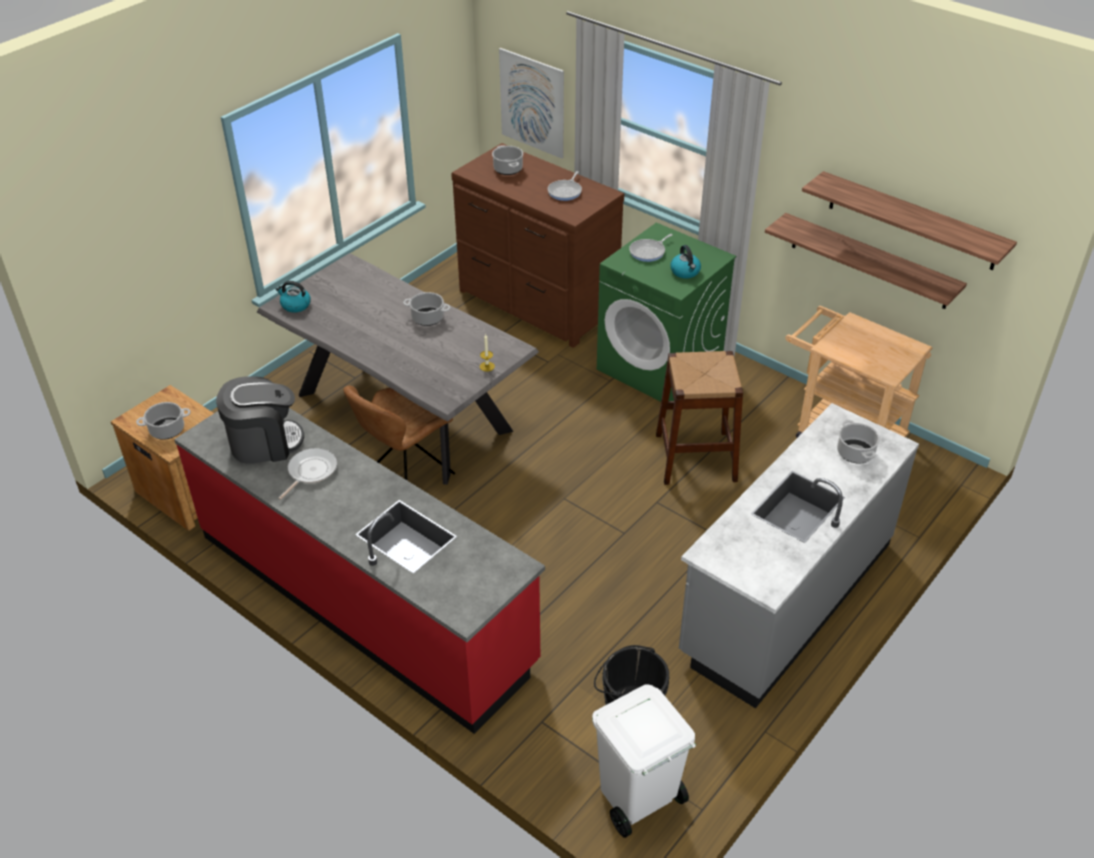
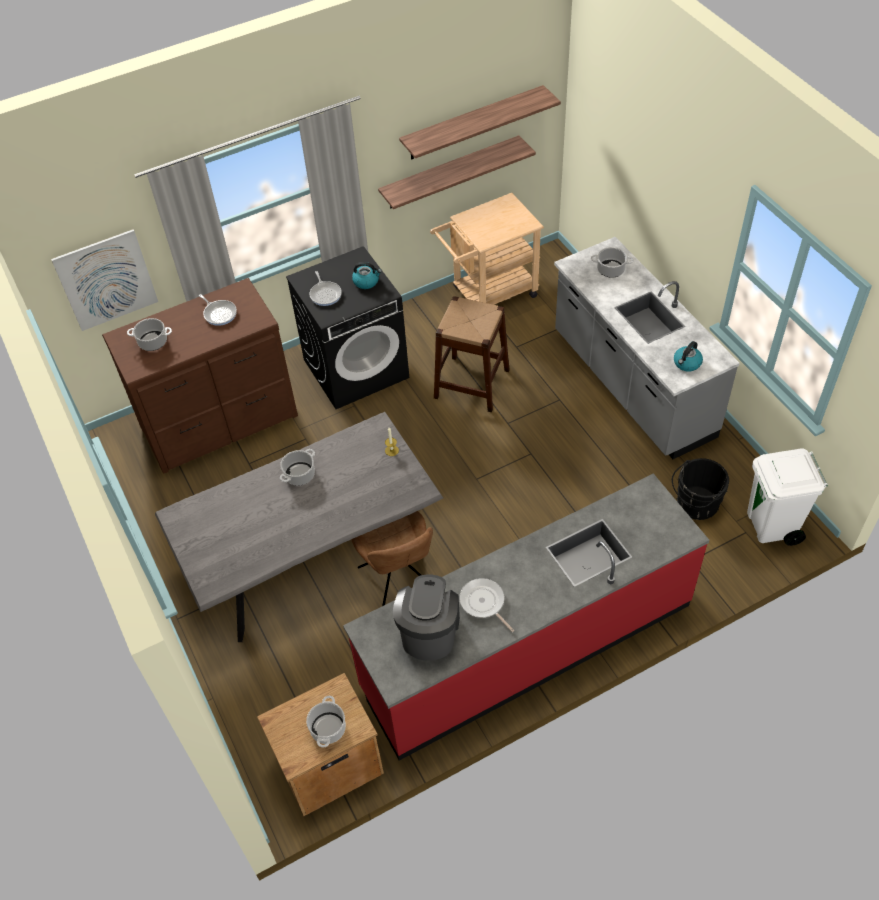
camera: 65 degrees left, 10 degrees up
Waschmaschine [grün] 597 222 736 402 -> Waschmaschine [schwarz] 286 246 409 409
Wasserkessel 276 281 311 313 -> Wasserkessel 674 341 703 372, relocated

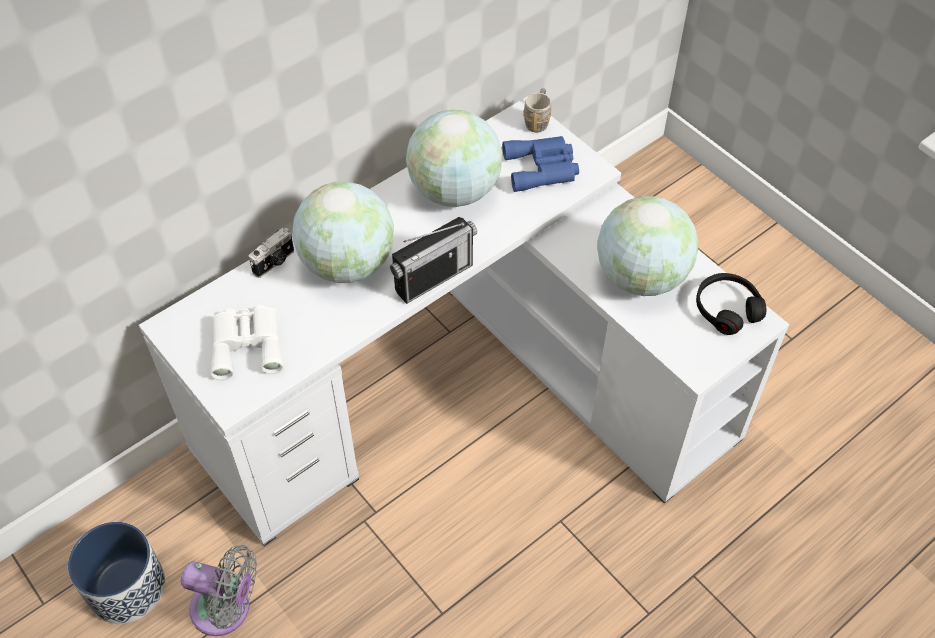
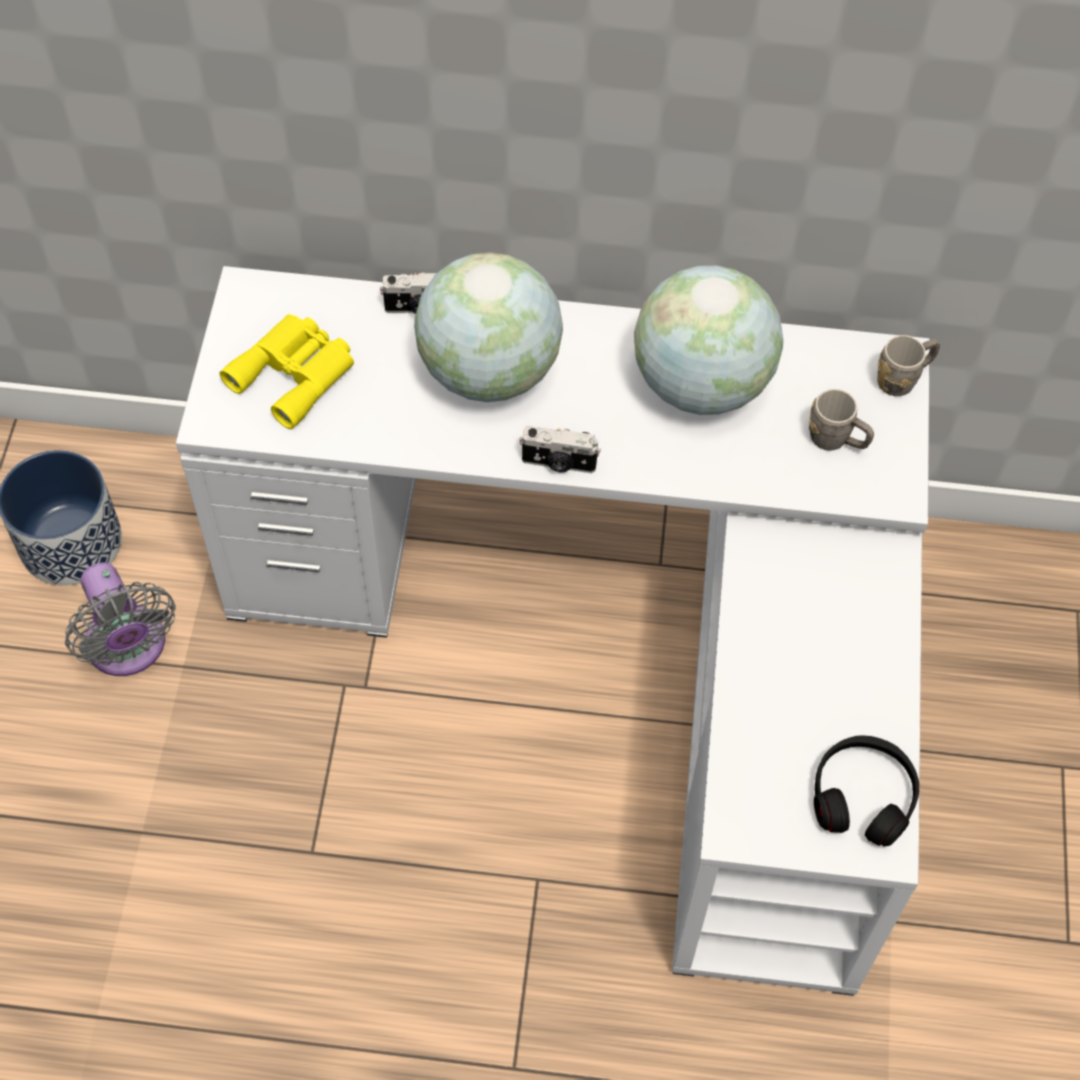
camera: 45 degrees right, 5 degrees up
Fernglas [weiß] 210 305 283 380 -> Fernglas [gelb] 220 314 354 429
Radio 390 217 477 304 -> Kamera 520 426 601 473
Fernglas [blau] 502 136 579 192 -> Henkelbecher [grau] 809 389 874 451
Globus 597 196 699 296 -> none

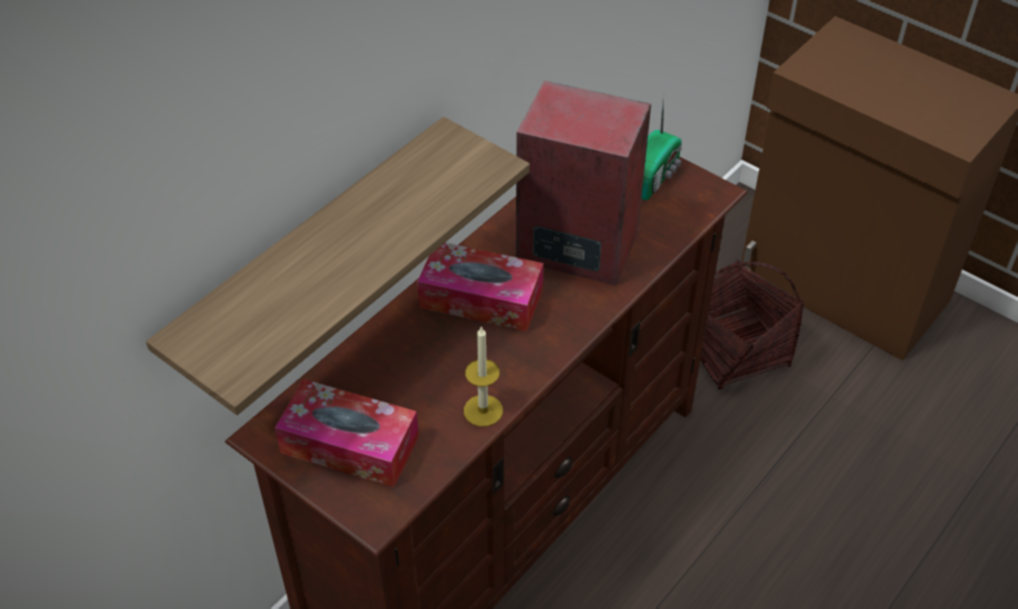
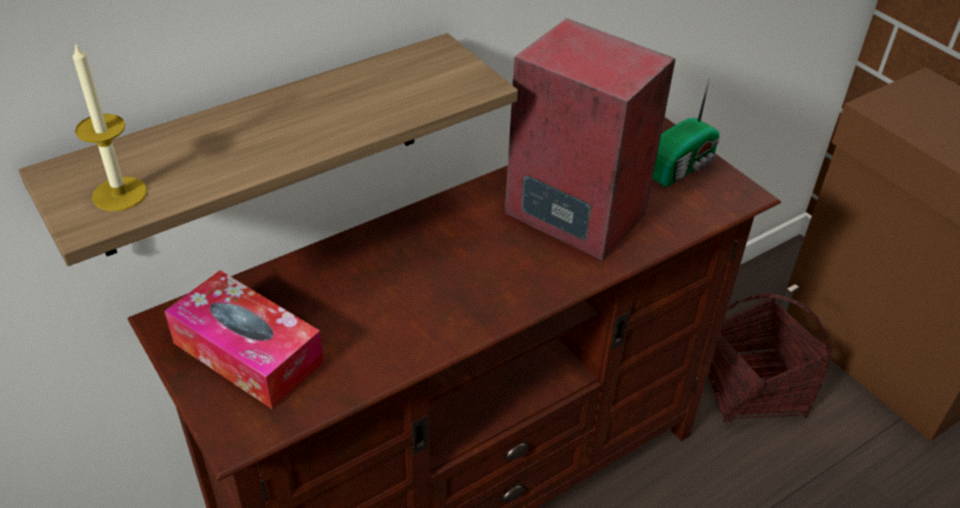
camera: 15 degrees right, 5 degrees down
Kerze 464 327 503 427 -> Kerze 73 42 147 211, relocated
Taschentuchbox 417 243 543 332 -> none

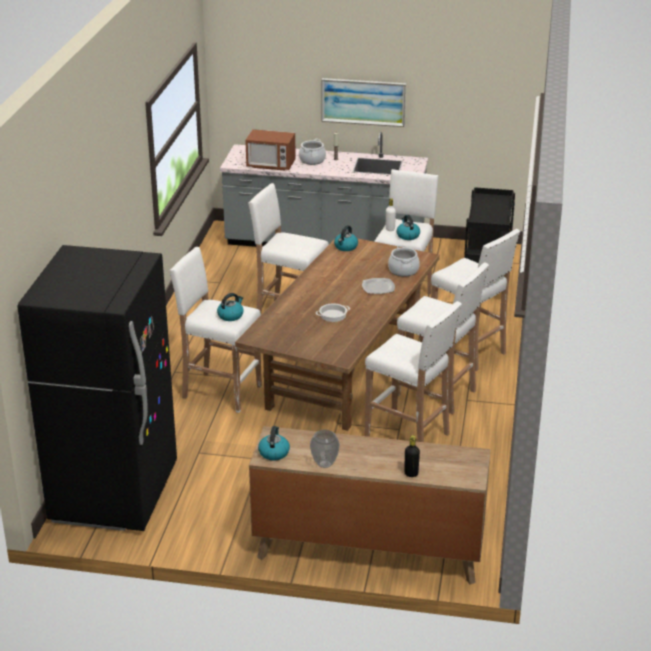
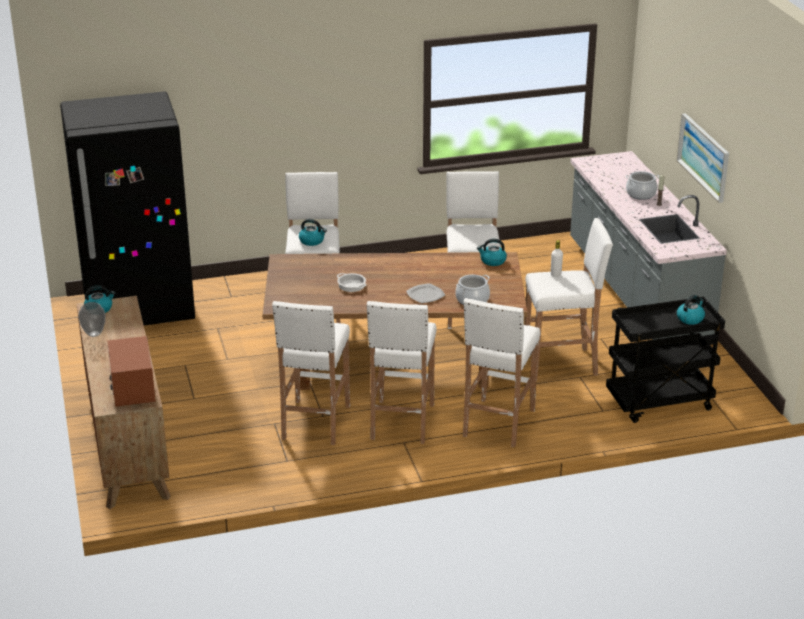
camera: 65 degrees right, 0 degrees up
Mikrowelle 246 129 296 171 -> Mikrowelle 108 336 156 407, relocated
Wasserkessel 397 215 420 240 -> Wasserkessel 677 295 705 325, relocated
Flasche [schwarz] 404 435 420 477 -> none

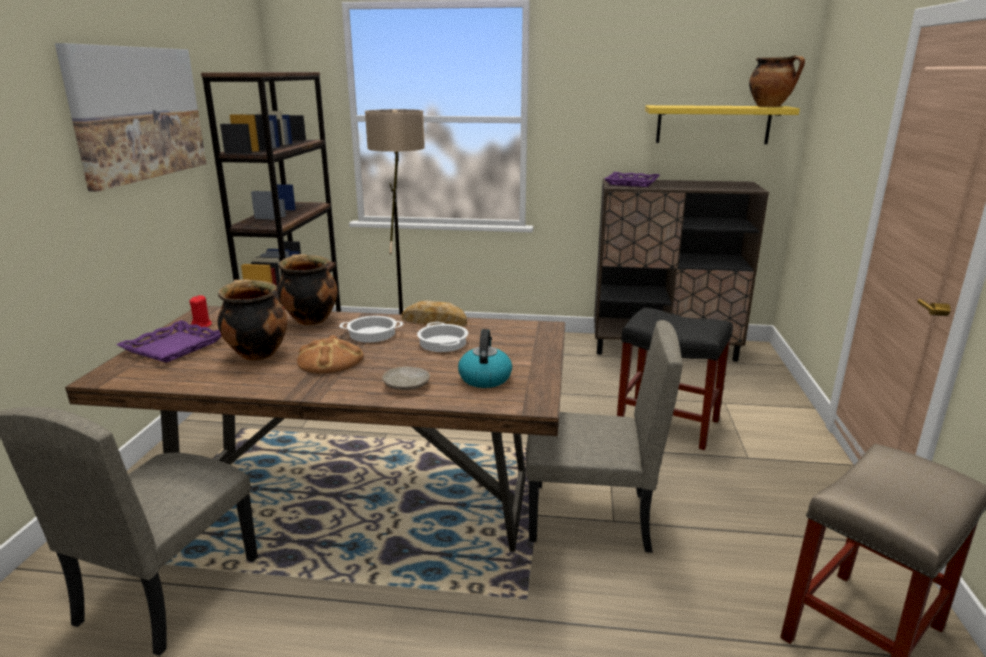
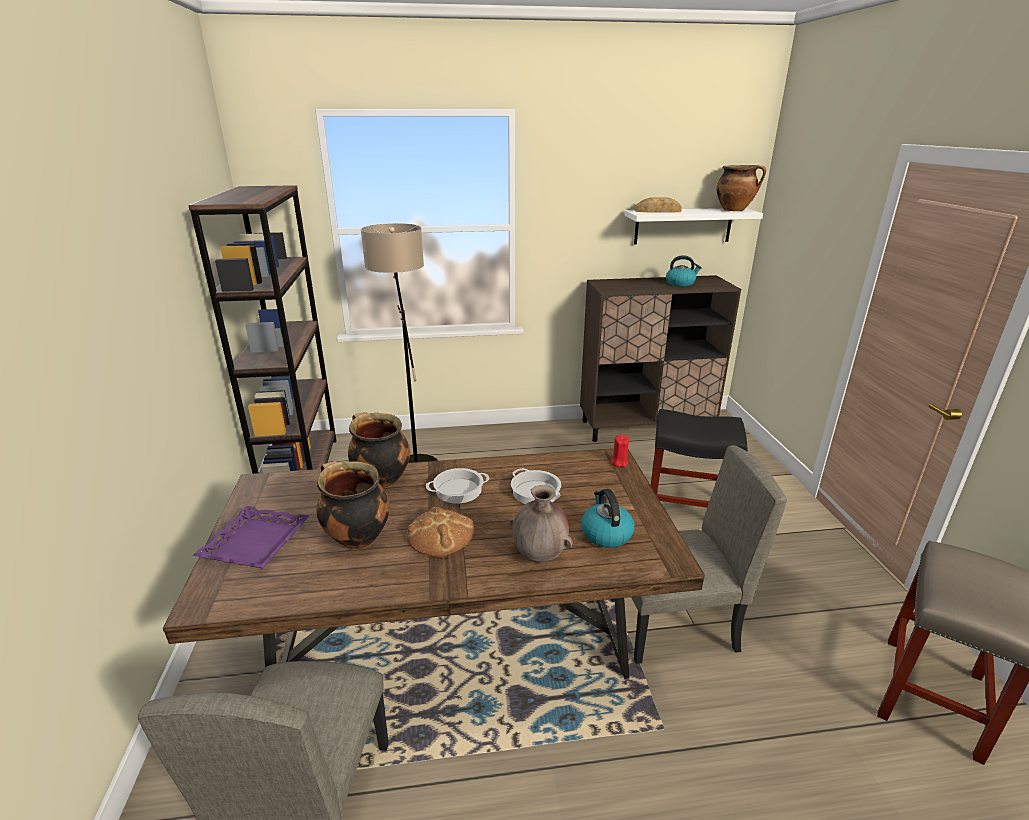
camera: 15 degrees left, 5 degrees up
Teller [beige] 382 366 430 390 -> Vase [braun] 510 485 573 563
Kerze [rot] 189 295 212 327 -> Kerze [rot] 611 435 629 467, relocated
Wandregal [gelb] 645 105 800 144 -> Wandregal [weiß] 624 208 763 245
Brot 402 300 467 326 -> Brot 635 197 682 212, relocated
none -> Wasserkessel 666 255 702 286
Bild 55 43 206 192 -> none
Tablett [lila] 604 172 660 187 -> none

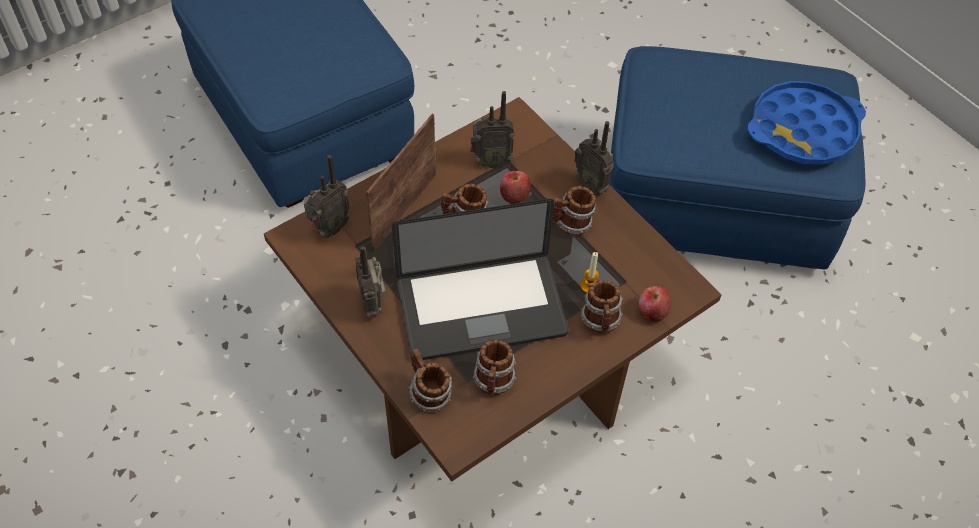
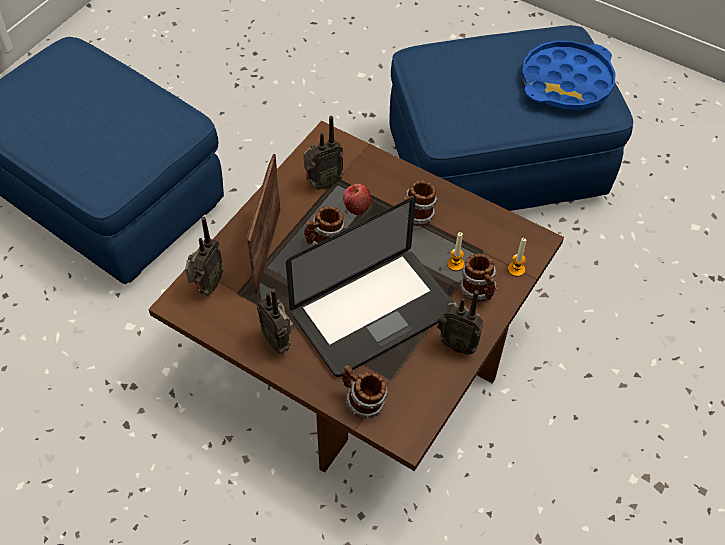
camera: 20 degrees left, 0 degrees up
Radio 574 121 614 196 -> Radio 437 290 483 354, relocated
Apfel 638 286 671 322 -> Kerze 508 238 526 277
Henkelbecher 473 340 516 395 -> none

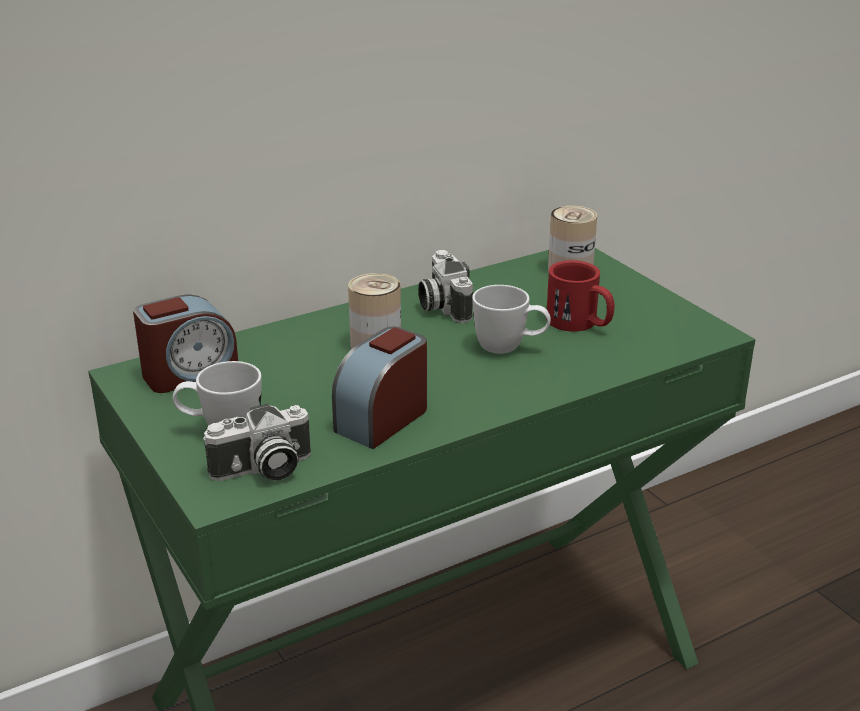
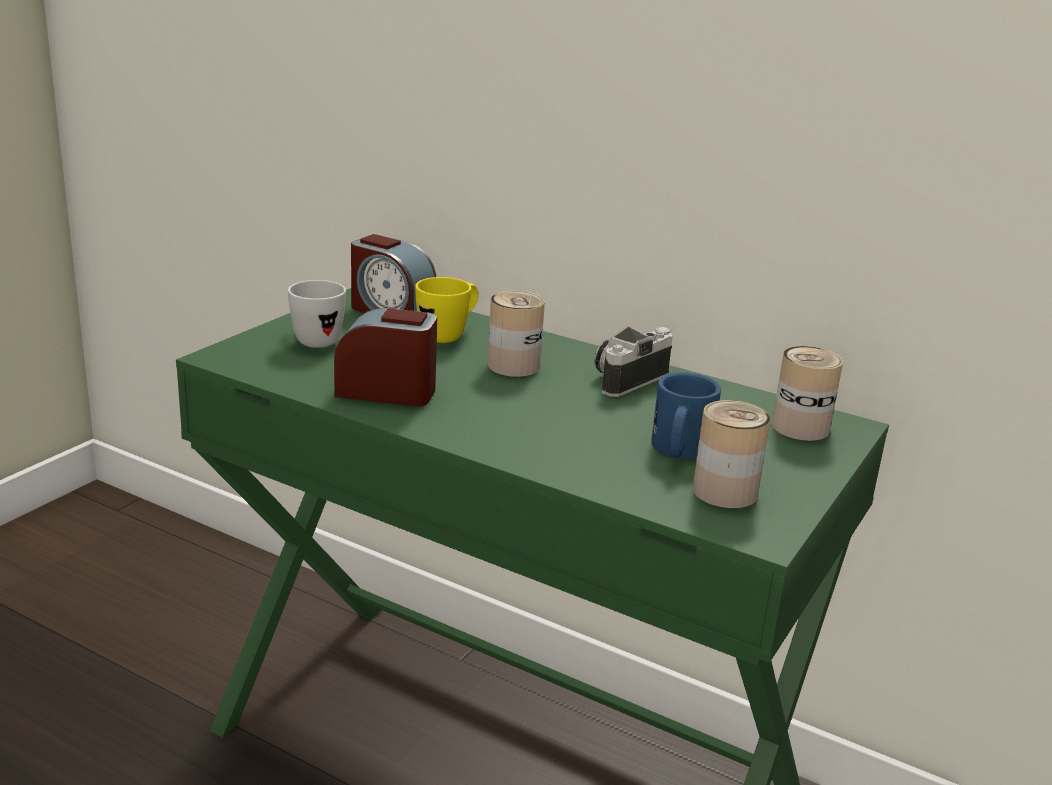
camera: 60 degrees right, 5 degrees down
none -> Henkelbecher [gelb] 415 277 479 343
Henkelbecher [rot] 546 260 614 332 -> Henkelbecher [blau] 651 372 721 459
none -> Dose 693 400 771 508
Kamera 203 403 311 481 -> none
Henkelbecher [weiß] 472 285 551 354 -> none

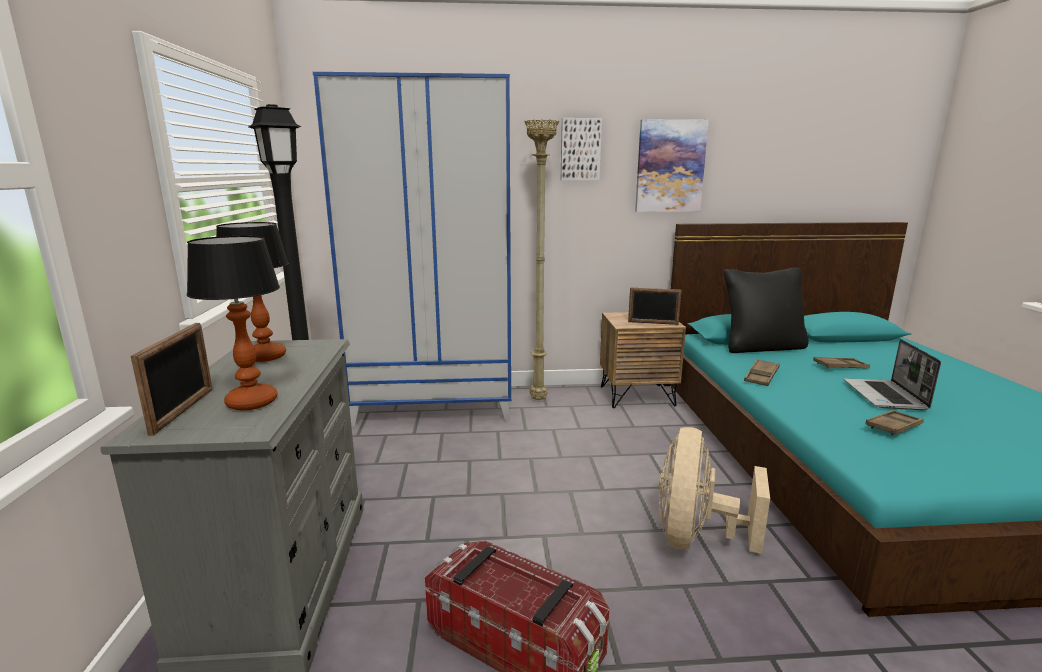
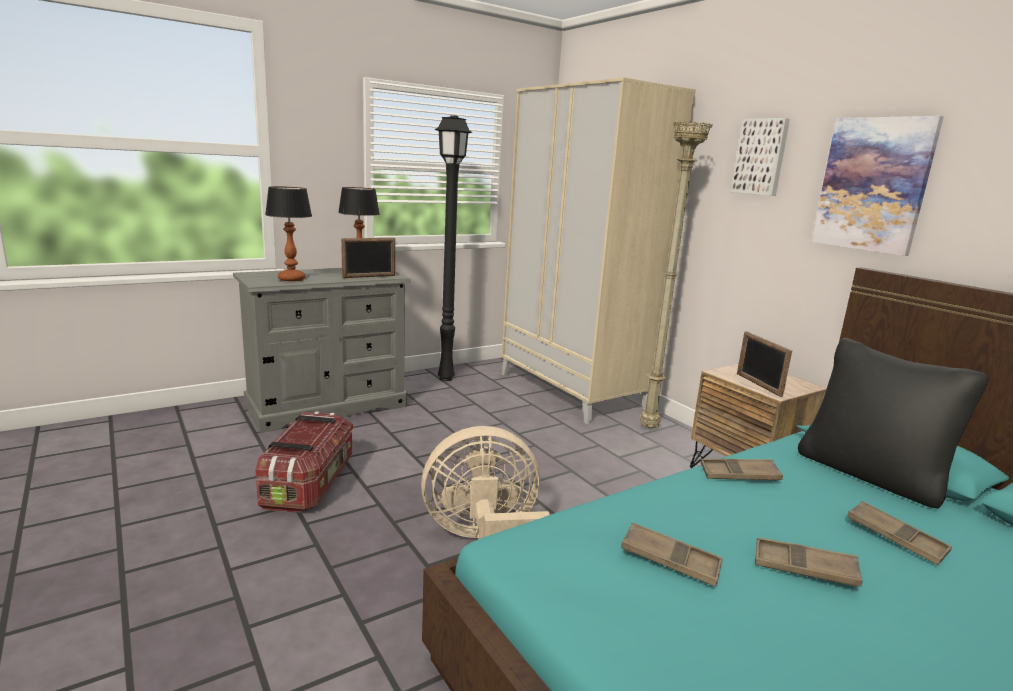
camera: 60 degrees right, 0 degrees up
Bilderrahmen 131 323 212 436 -> Bilderrahmen 341 238 395 278, relocated
Kleiderschrank [blau] 313 72 511 426 -> Kleiderschrank [beige] 501 77 696 424
Laptop 844 339 941 410 -> Tablett [braun] 755 537 862 587

